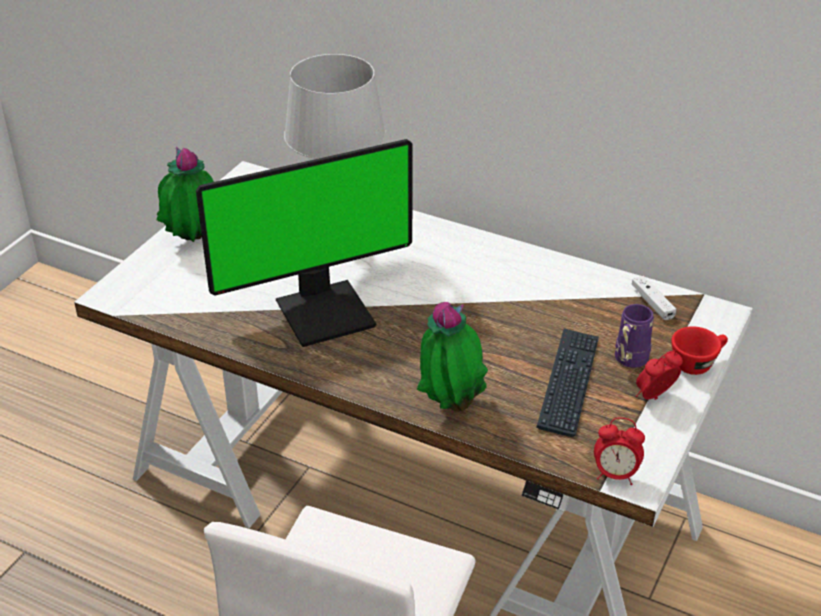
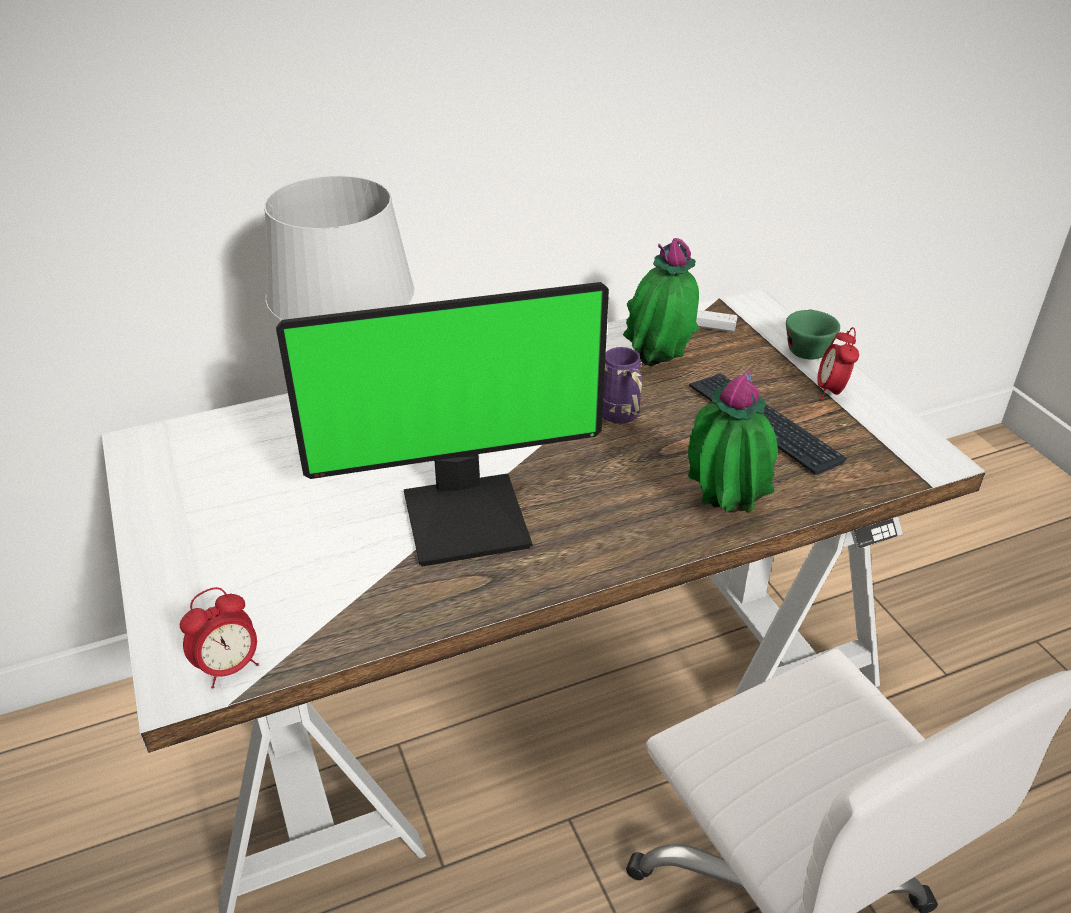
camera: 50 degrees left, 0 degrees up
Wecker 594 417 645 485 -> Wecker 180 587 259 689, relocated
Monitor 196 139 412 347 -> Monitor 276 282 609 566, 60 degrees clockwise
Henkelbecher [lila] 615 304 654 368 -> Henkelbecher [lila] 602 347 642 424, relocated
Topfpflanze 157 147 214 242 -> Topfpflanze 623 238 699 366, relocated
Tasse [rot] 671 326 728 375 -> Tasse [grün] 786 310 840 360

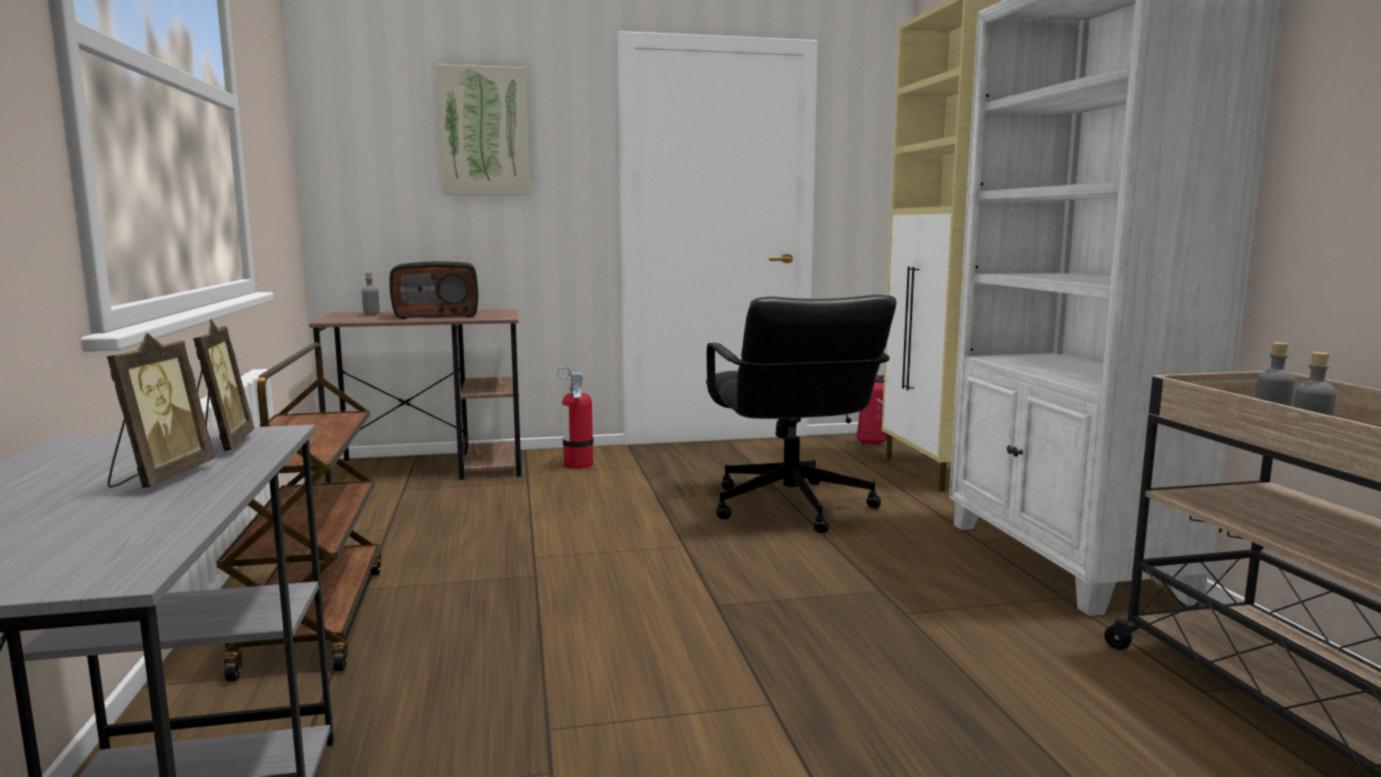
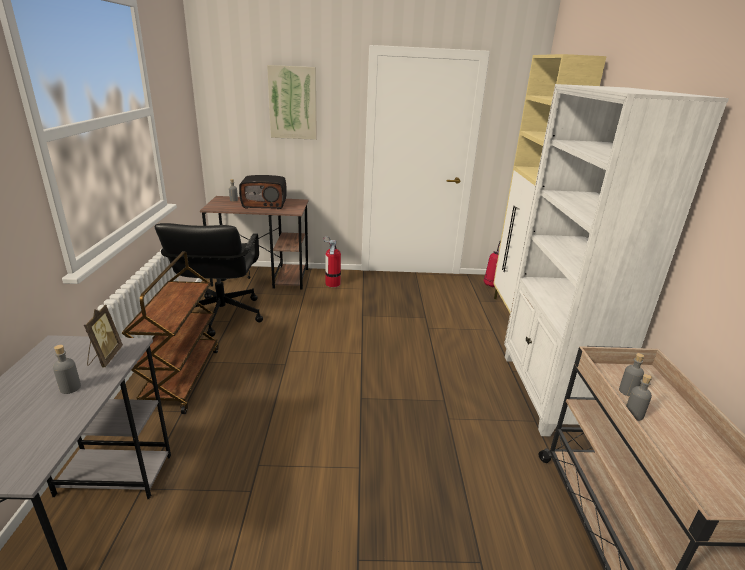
camera: 10 degrees right, 15 degrees up
Bilderrahmen 107 333 214 488 -> Flasche [grau] 53 345 81 394
Bürostuhl [schwarz] 706 295 896 533 -> Bürostuhl [schwarz] 155 223 263 337, relocated

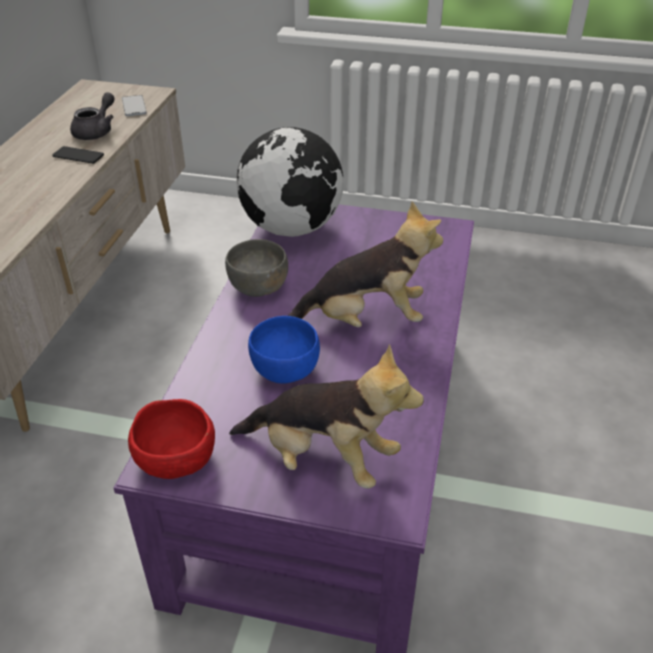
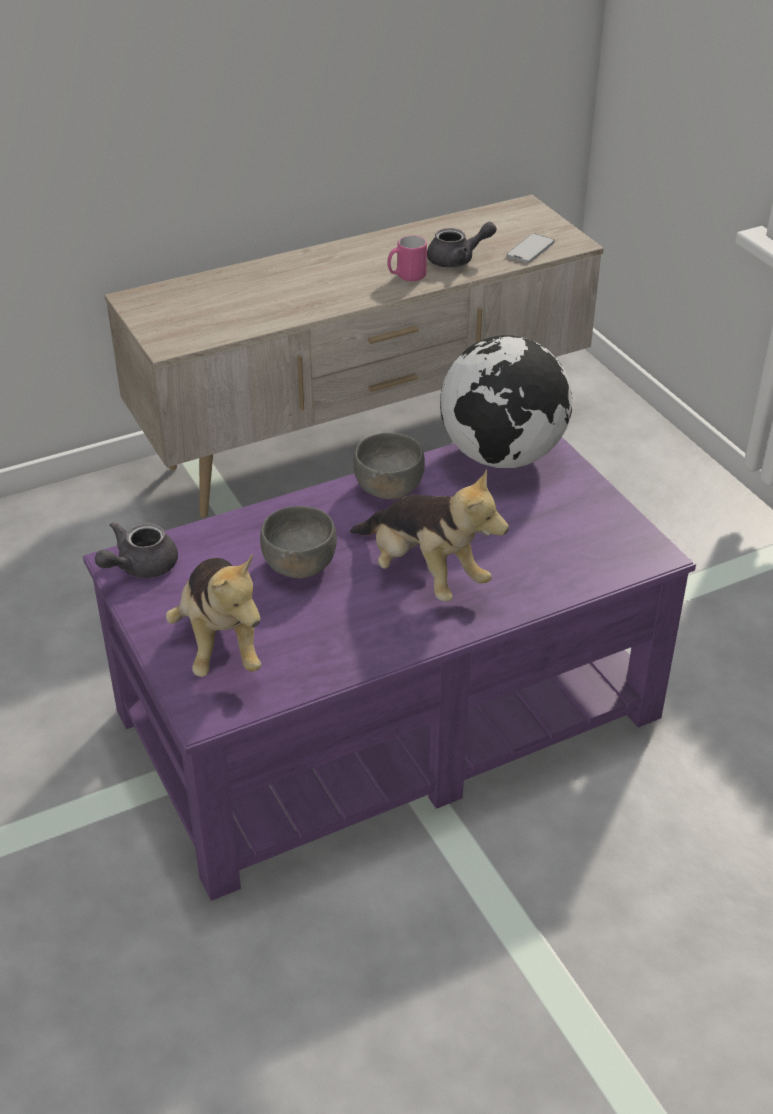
camera: 50 degrees right, 0 degrees up
Schüssel [rot] 128 399 215 479 -> Teekanne [grau] 95 521 178 578
Schüssel [blau] 248 316 320 384 -> Schüssel [grau] 260 506 337 578
Handy 53 146 104 164 -> Henkelbecher [rosa] 387 235 427 281

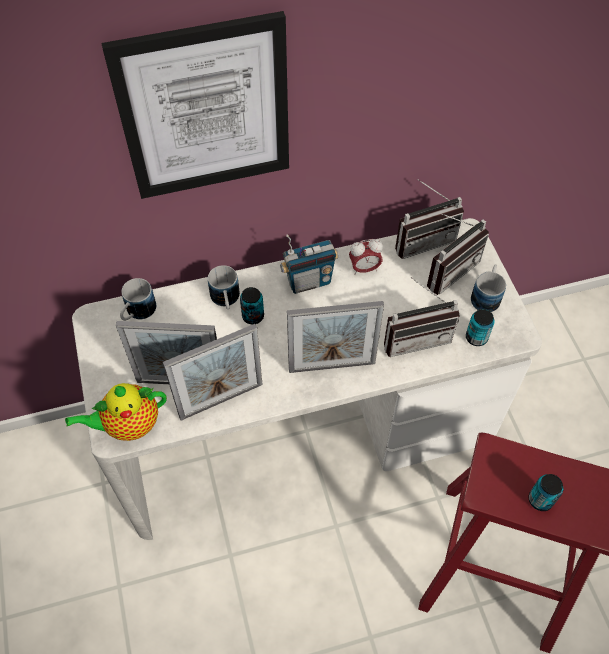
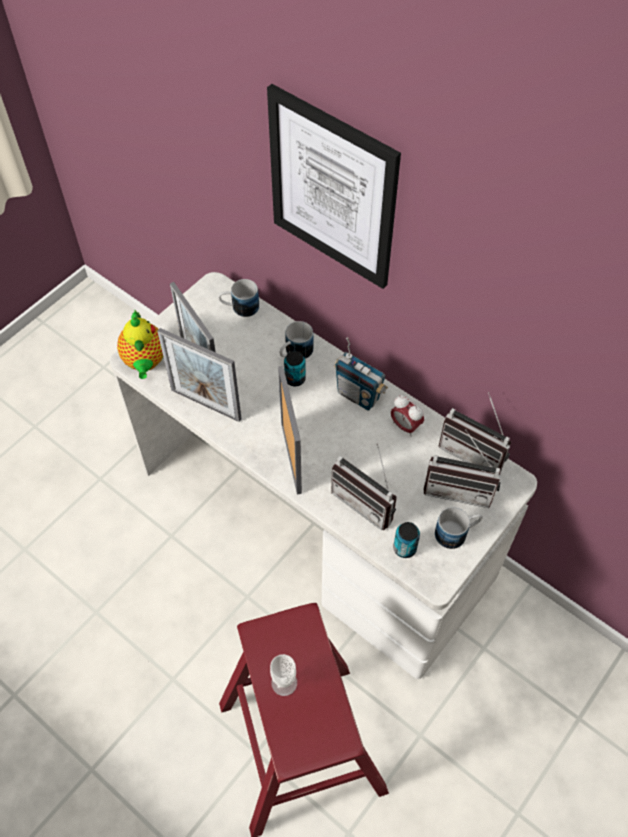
camera: 55 degrees right, 0 degrees up
Teekanne 65 383 167 441 -> Teekanne 117 310 163 379, 135 degrees counterclockwise
Dose 529 474 563 511 -> Tasse 270 654 297 696
Bilderrahmen 287 301 384 373 -> Bilderrahmen 278 366 302 495, 150 degrees counterclockwise

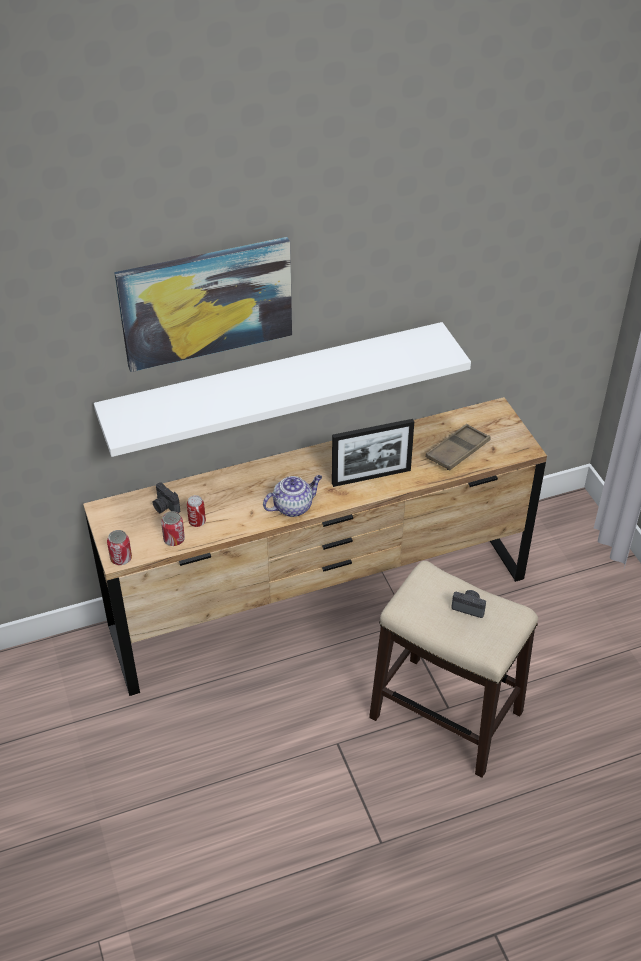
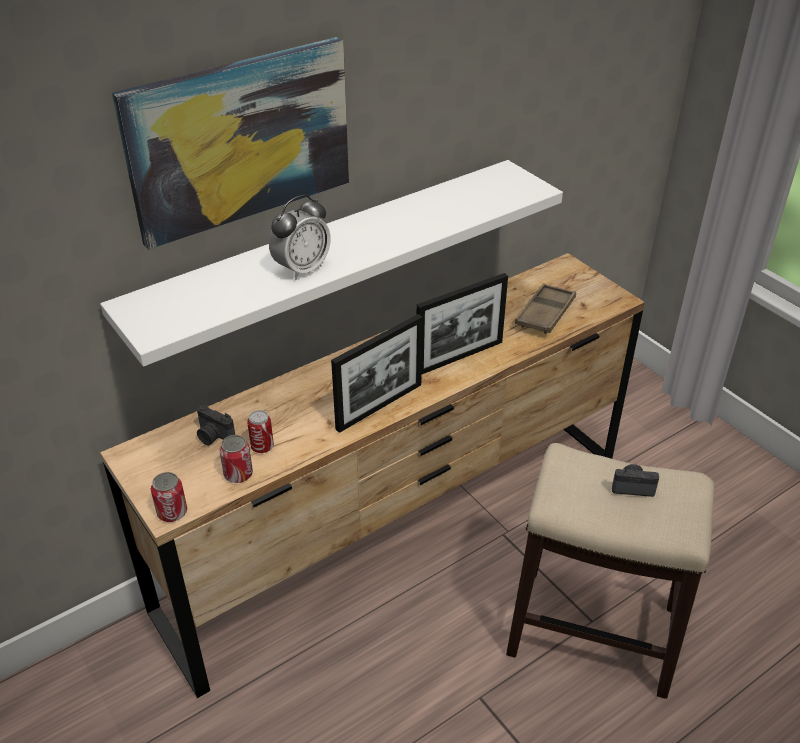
camera: 15 degrees left, 5 degrees down
none -> Wecker 269 195 331 280
Teekanne 263 475 322 517 -> Bilderrahmen 331 314 423 433

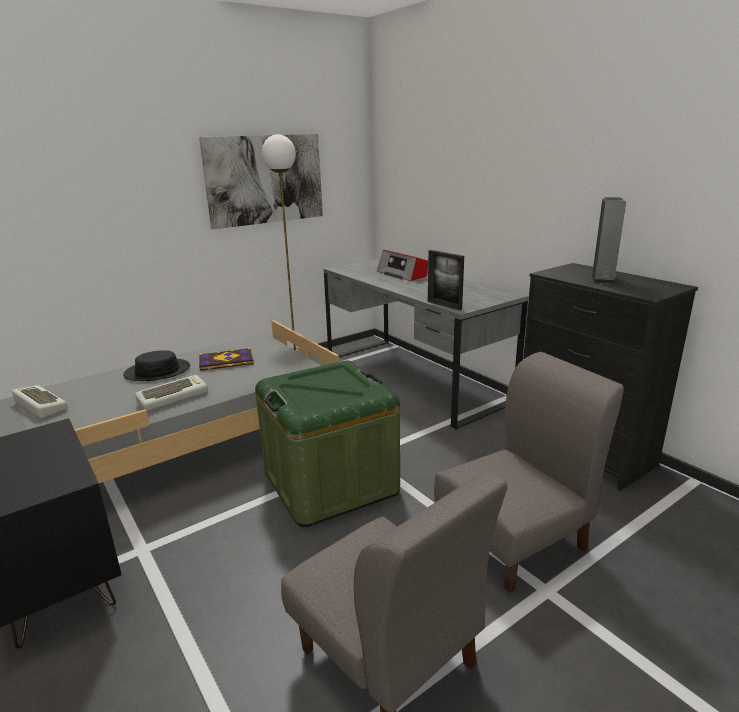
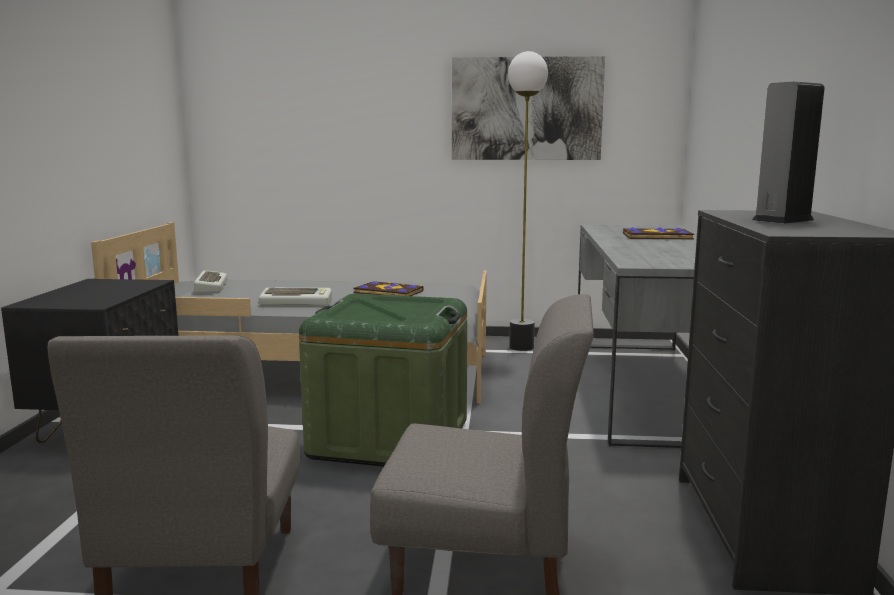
camera: 40 degrees right, 10 degrees down
Radio 377 250 428 281 -> Buch 623 227 694 239
Hut [schwarz] 123 350 190 381 -> none
Bilderrahmen 428 250 464 310 -> none

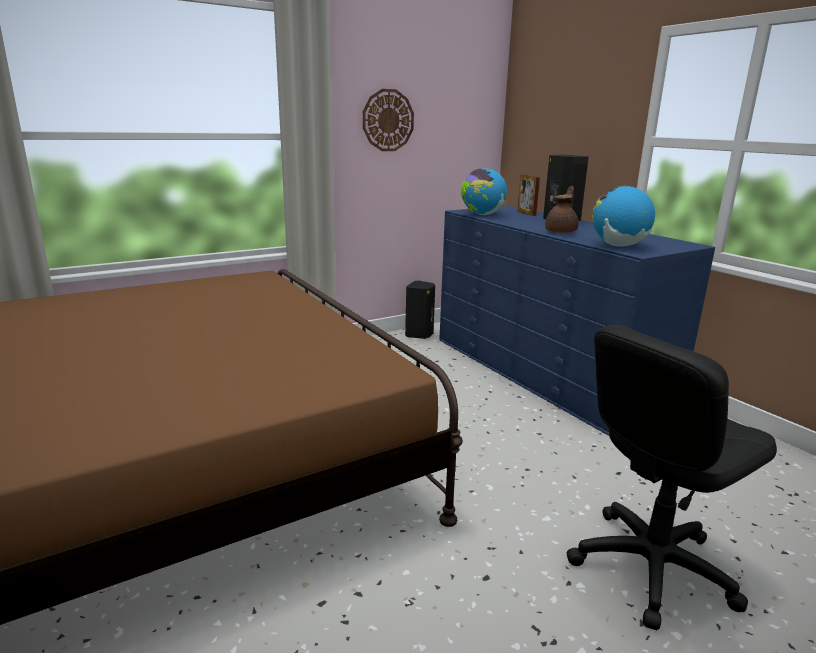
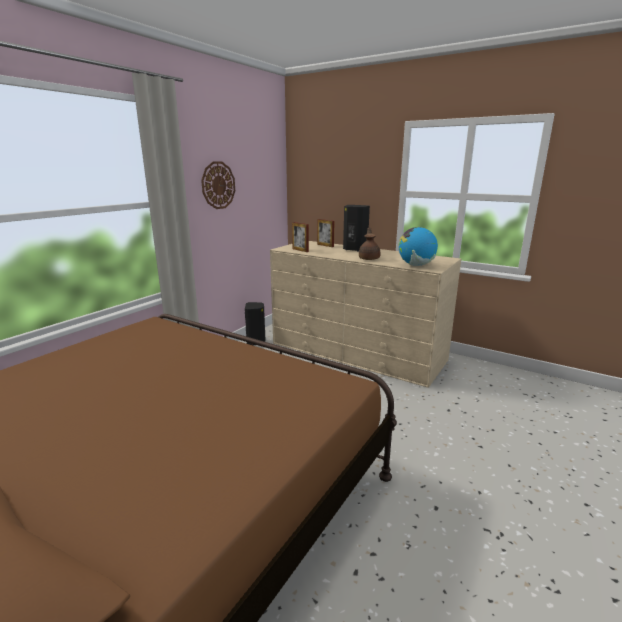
camera: 25 degrees left, 0 degrees up
Kommode [blau] 439 206 715 436 -> Kommode [beige] 270 241 461 388
Globus 461 168 507 215 -> Bilderrahmen 292 222 309 252
Bürostuhl [schwarz] 567 325 777 630 -> none

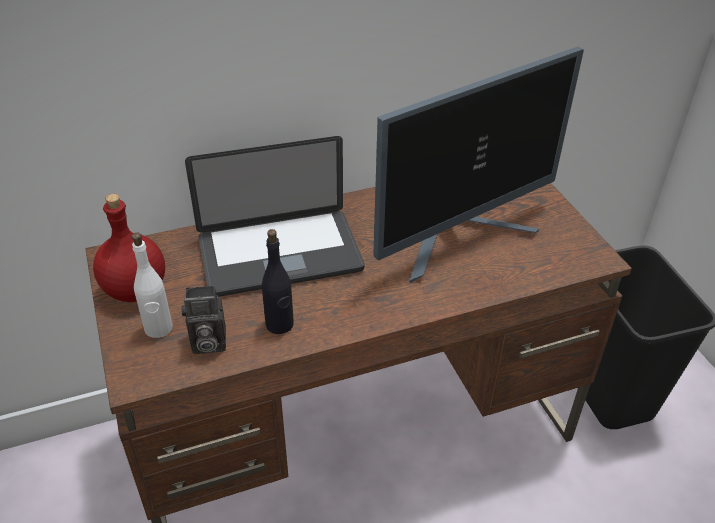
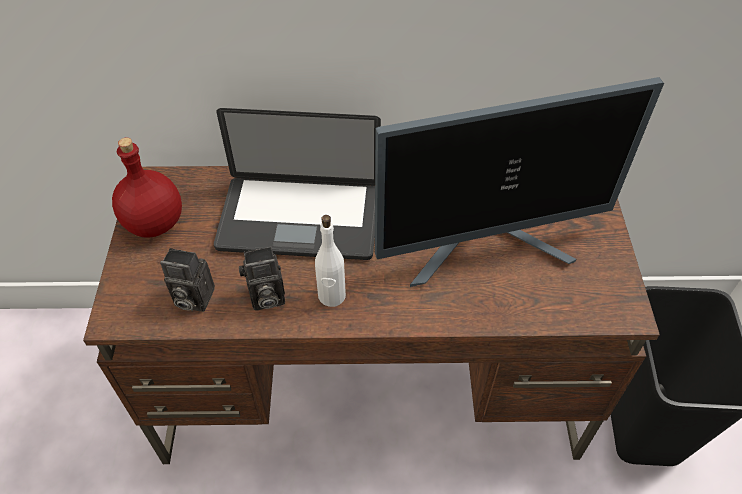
camera: 20 degrees right, 10 degrees up
Flasche [schwarz] 262 229 294 334 -> Kamera 239 246 285 310
Flasche [weiß] 132 233 173 338 -> Flasche [weiß] 315 215 346 307, relocated

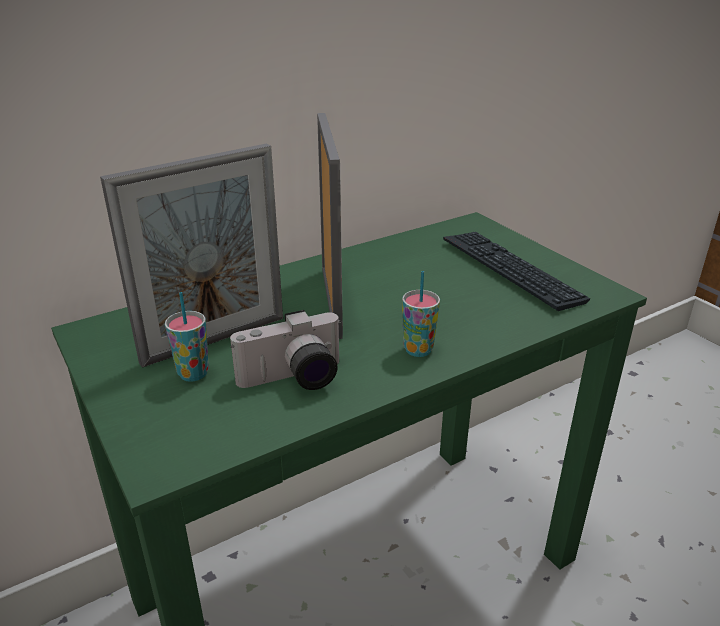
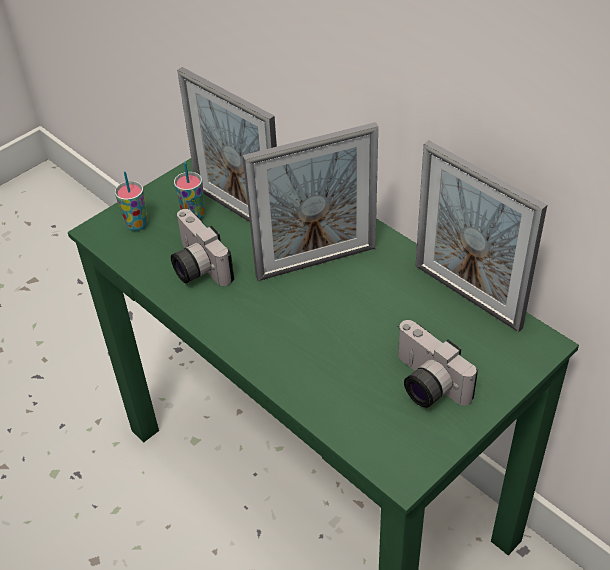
camera: 80 degrees right, 15 degrees up
Tasse 402 271 440 357 -> Tasse 115 171 148 231, relocated
Tastatur 443 232 591 311 -> Kamera 398 320 478 408
none -> Bilderrahmen 415 140 547 333

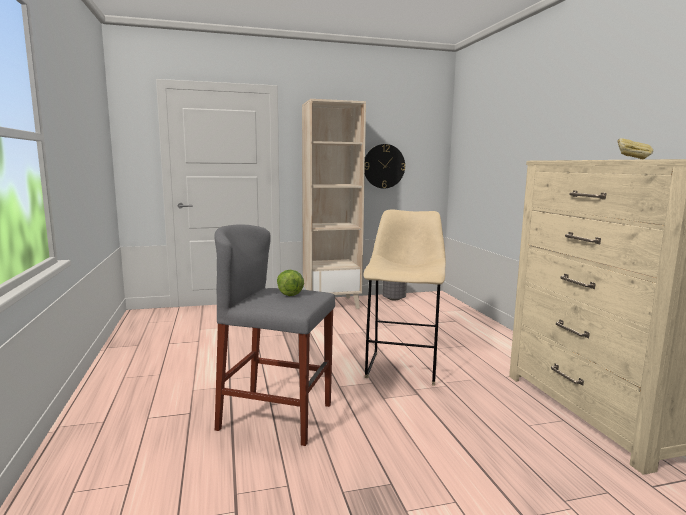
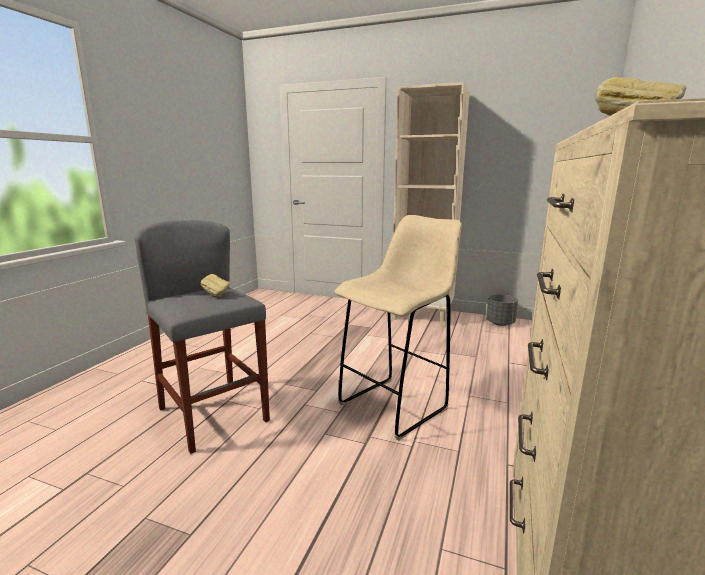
camera: 35 degrees right, 5 degrees up
Salatkopf 277 270 304 296 -> Brot 201 274 230 297
Wanduhr 365 144 405 189 -> none

